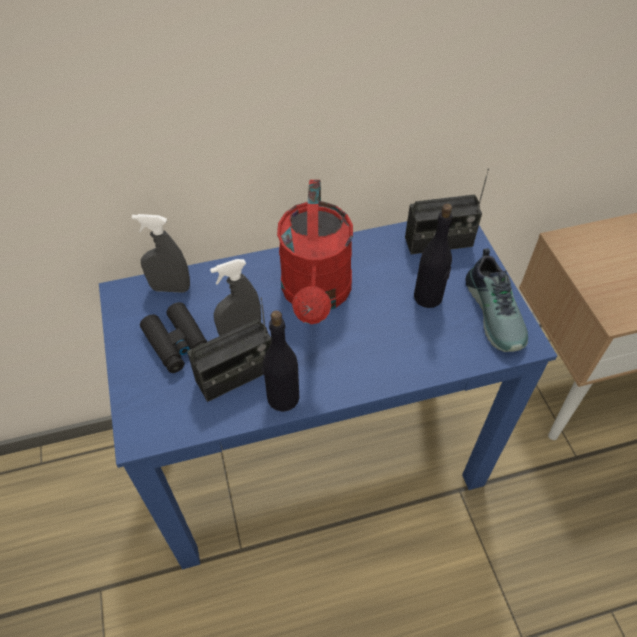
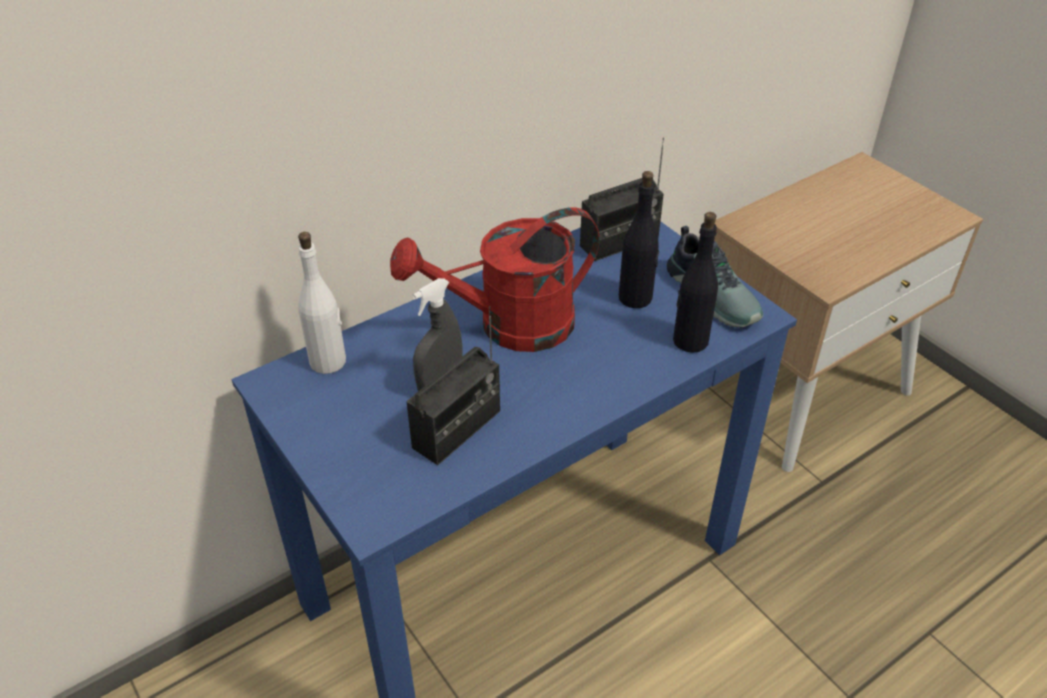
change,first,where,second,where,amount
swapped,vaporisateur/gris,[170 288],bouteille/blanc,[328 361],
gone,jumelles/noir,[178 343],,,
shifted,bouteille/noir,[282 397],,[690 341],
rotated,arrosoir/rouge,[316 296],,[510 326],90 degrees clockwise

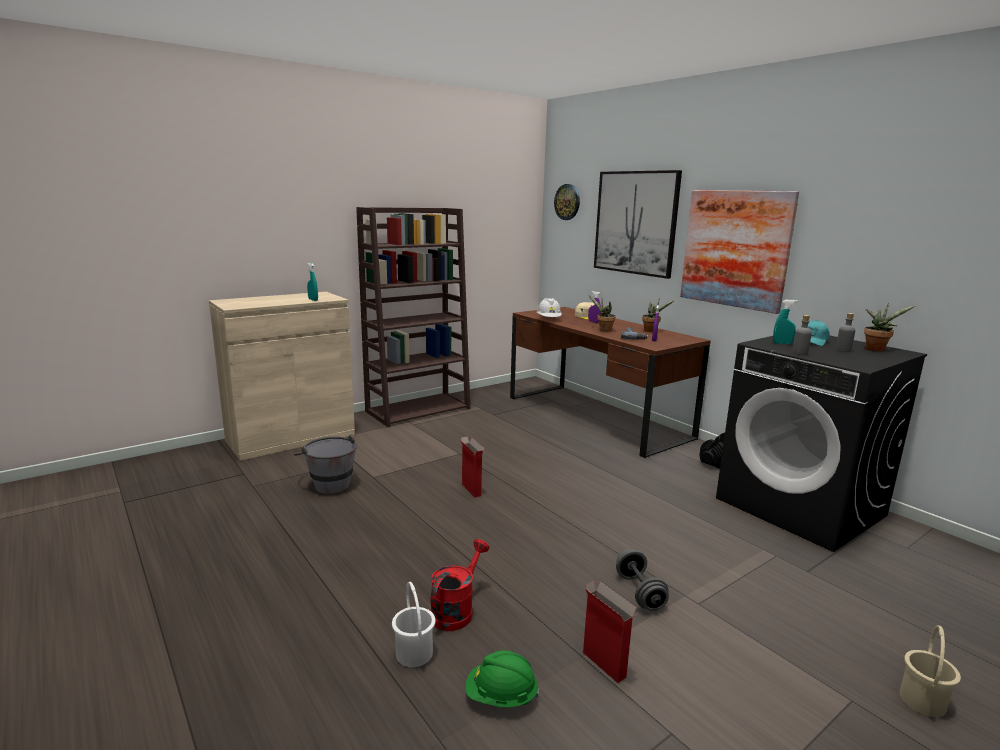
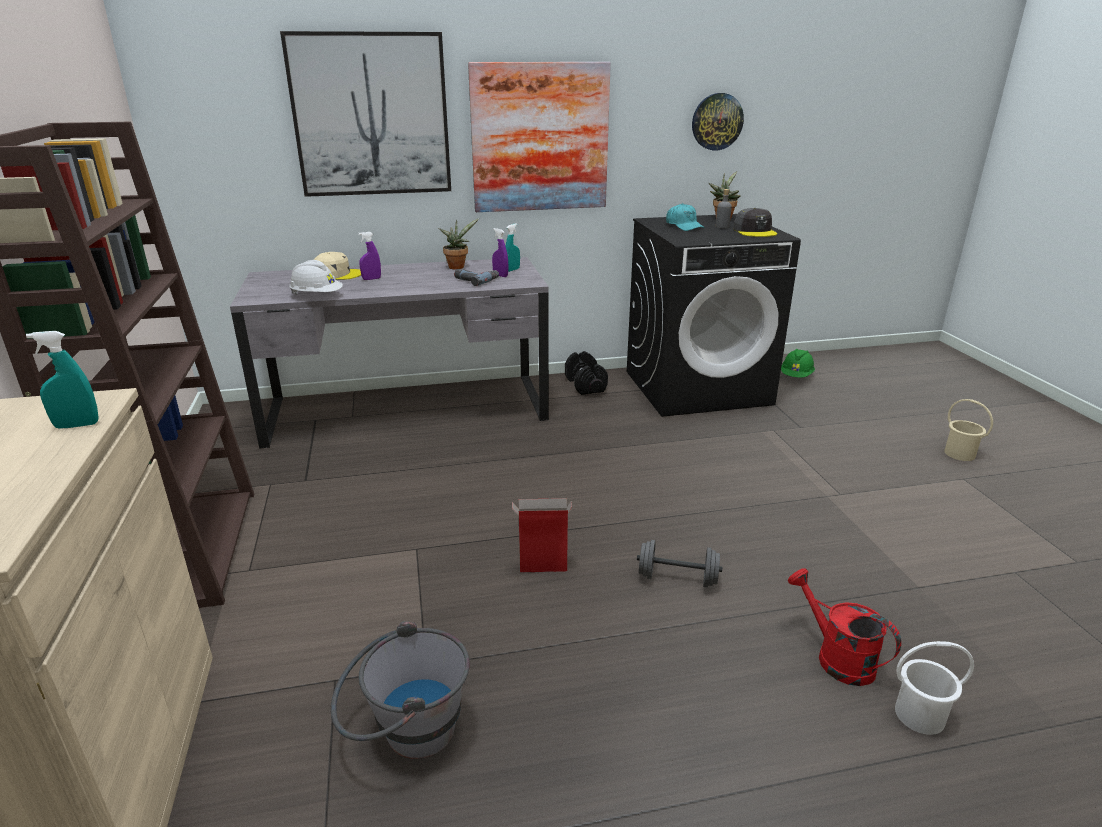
change,first,where,second,where,amount
shifted,casque de chantier/vert,[501 697],,[796 376],
repainted,bureau/marron,[595 417],bureau/gris,[407 409],
shifted,horloge murale,[567 202],,[717 121],
gone,carton,[605 665],,,
gone,plante en pot,[603 330],,,
shifted,haltère/gris,[639 592],,[677 578],
shifted,vaporisateur/turquoise,[782 343],,[512 270],
gone,bouteille/gris,[799 353],,,
new,,,casquette/gris,[755 231],

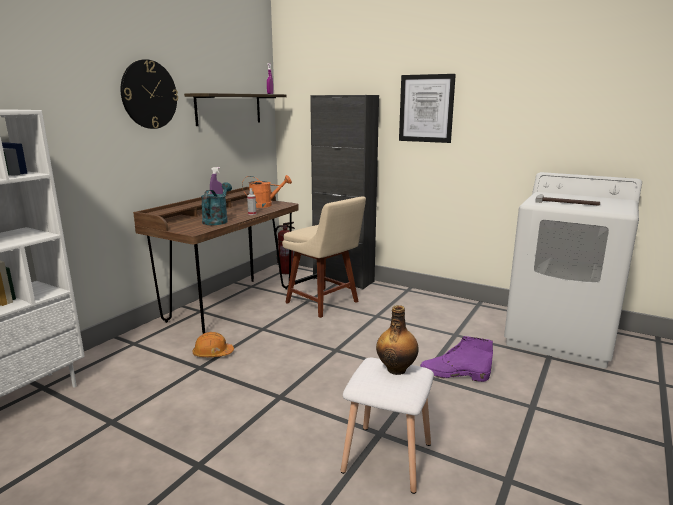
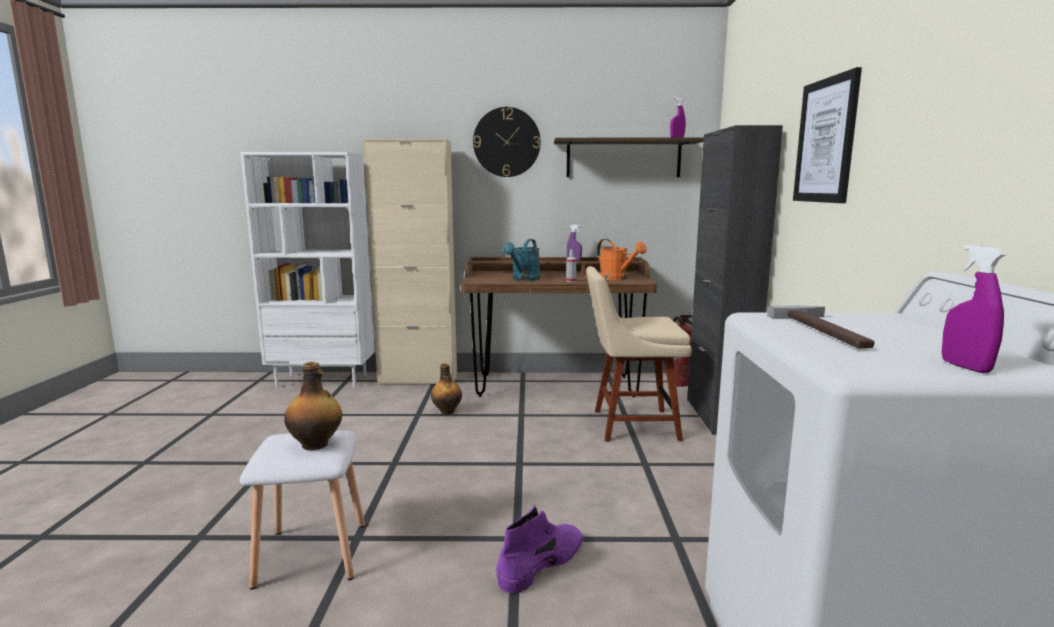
change,first,where,second,where,amount
swapped,casque de chantier/orange,[213 353],bouteille,[447 411],
rotated,arrosoir/turquoise,[217 220],,[523 279],135 degrees clockwise
rotated,chaise/beige,[324 303],,[630 425],75 degrees clockwise
rotated,botte/violet,[453 374],,[542 563],60 degrees clockwise
new,,,meuble de rangement/beige,[418 379],
new,,,vaporisateur/violet,[965 367],

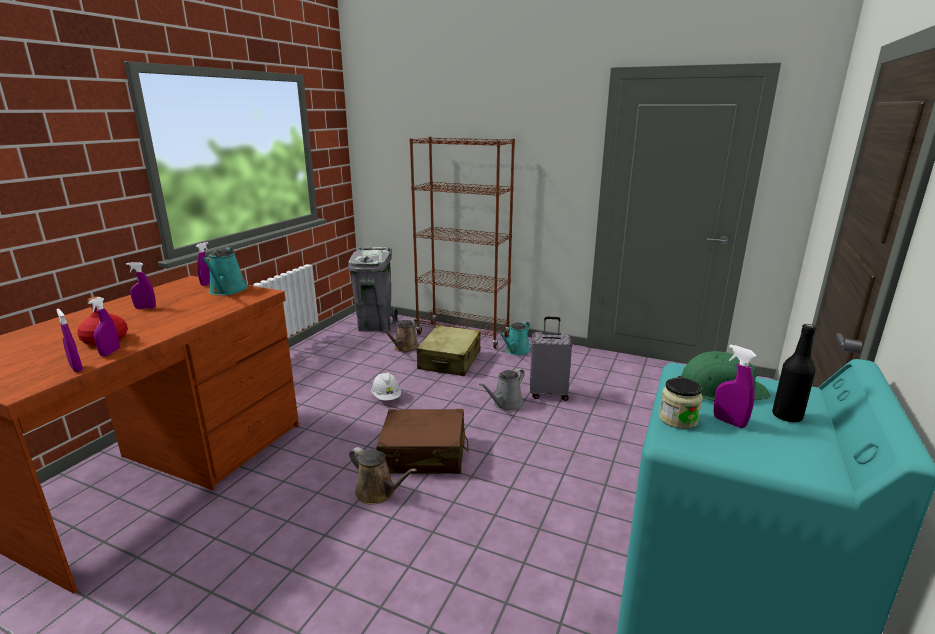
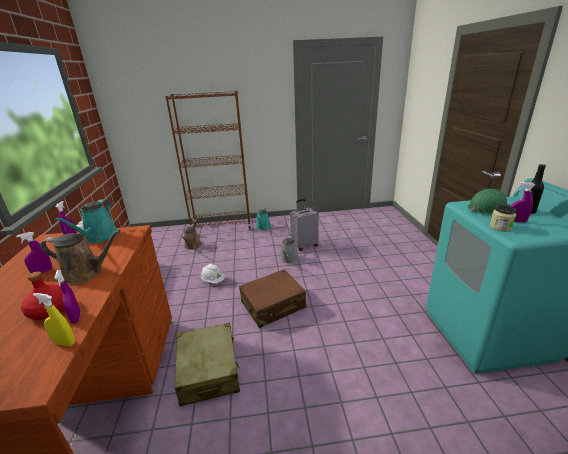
change,first,where,second,where,amount
repainted,vaporisateur/violet,[76 368],vaporisateur/jaune,[64 343],
rotated,arrosoir/turquoise,[227 291],,[99 237],45 degrees clockwise
gone,poubelle/gris,[375 326],,,
shifted,arrosoir/marron,[378 493],,[85 273],
shifted,valise/beige,[450 360],,[209 370],

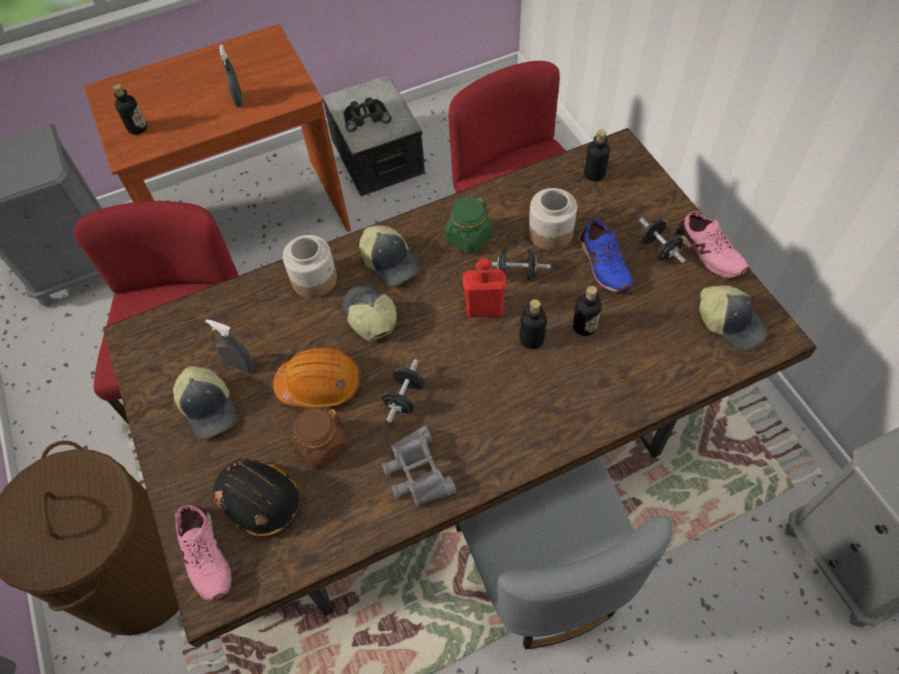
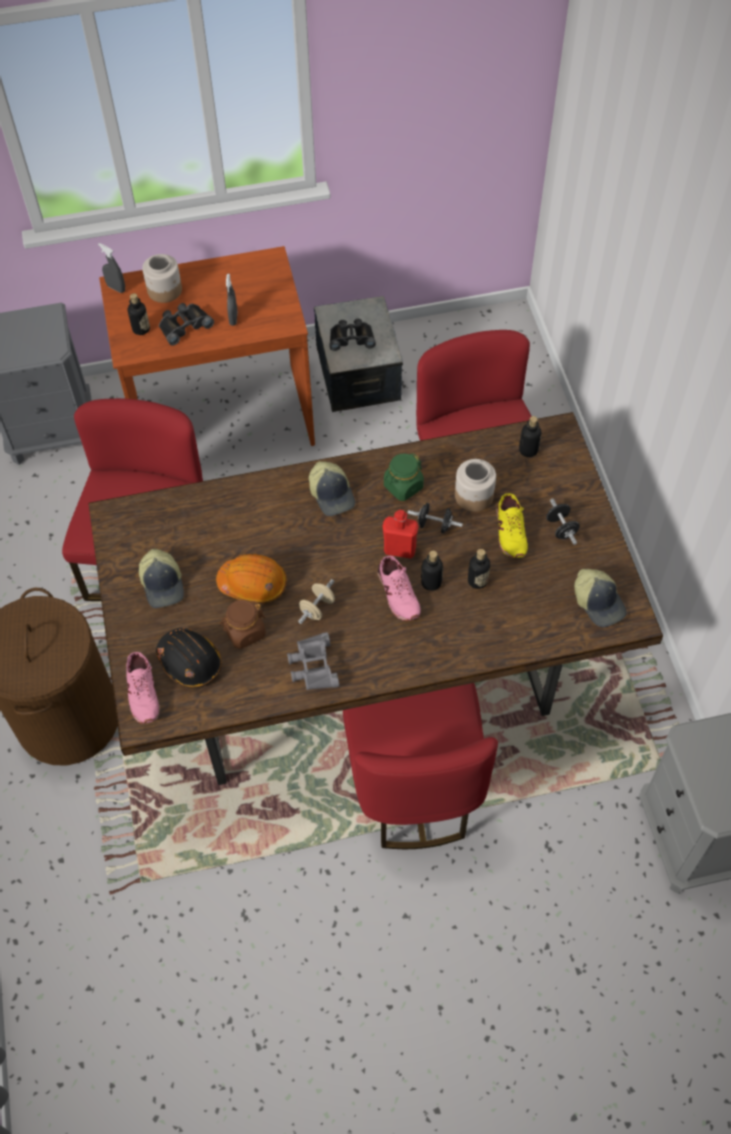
change,first,where,second,where,amount
shifted,vaporisateur/gris,[240 366],,[116 288],
shifted,bocal,[315 279],,[165 290],
gone,casquette,[369 316],,,
repainted,haltère/noir,[404 398],haltère/beige,[317 608],
repainted,chaise/gris,[541 567],chaise/rouge,[413 786],
repainted,chaussure/bleu,[603 264],chaussure/jaune,[510 531],
shifted,chaussure/rose,[707 253],,[397 594],
new,,,jumelles/noir,[184 325],

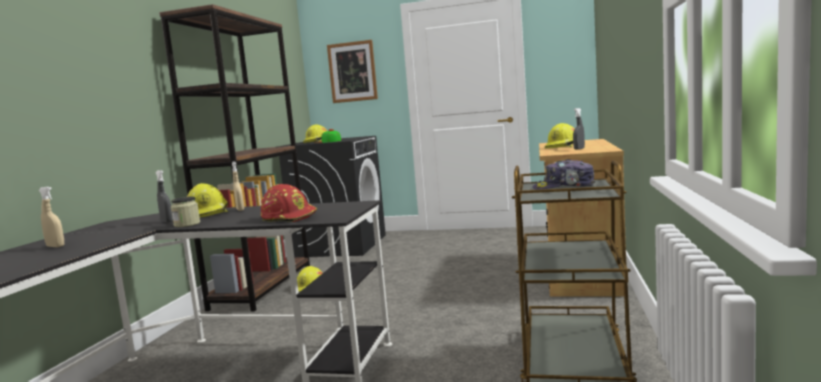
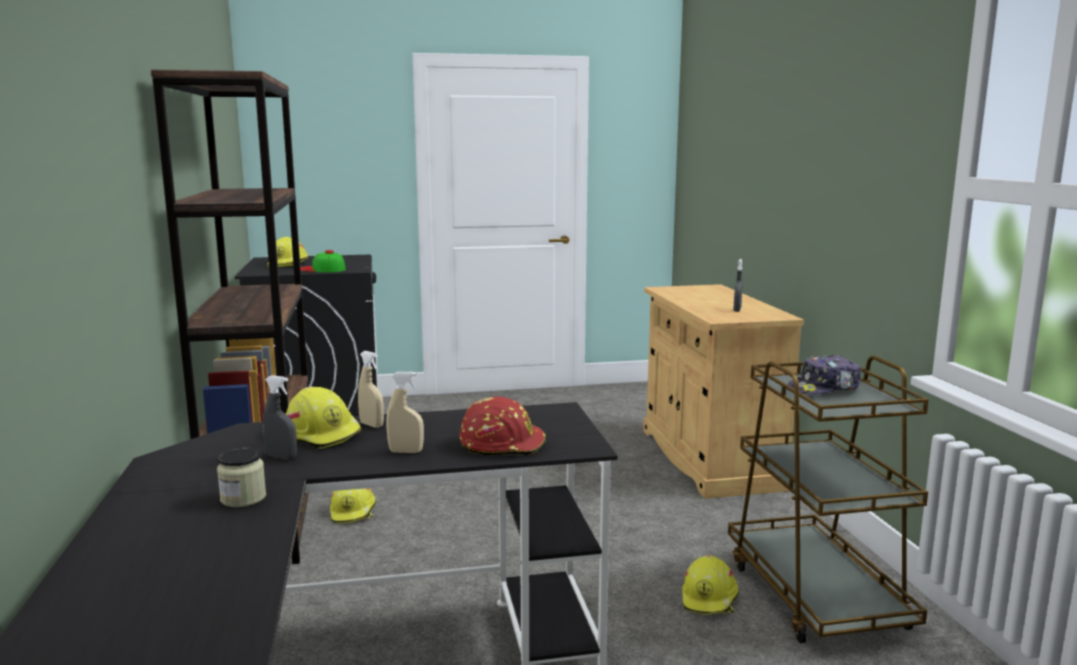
change,first,where,second,where,amount
shifted,vaporisateur/beige,[55 246],,[406 451],
shifted,bocal,[187 224],,[243 498],
gone,tableau,[352 72],,,
shifted,casque de chantier/jaune,[563 146],,[710 599],

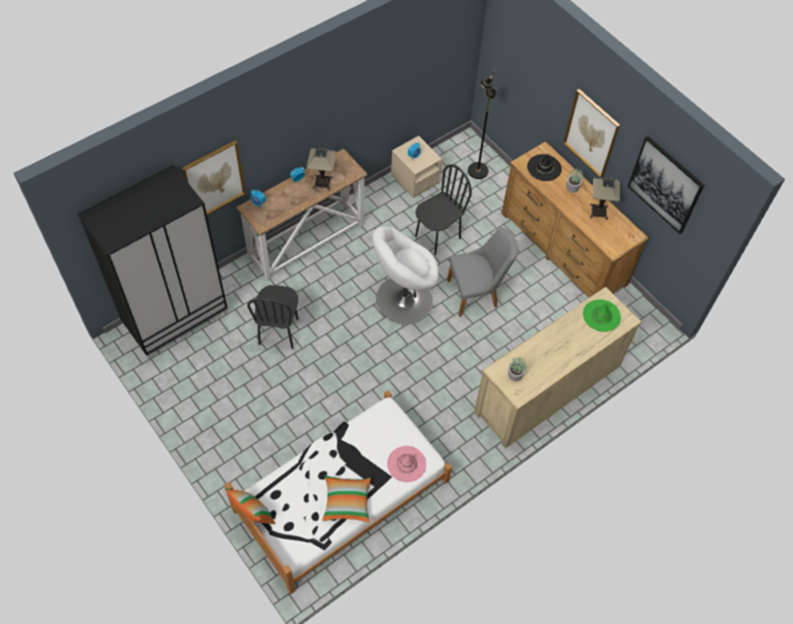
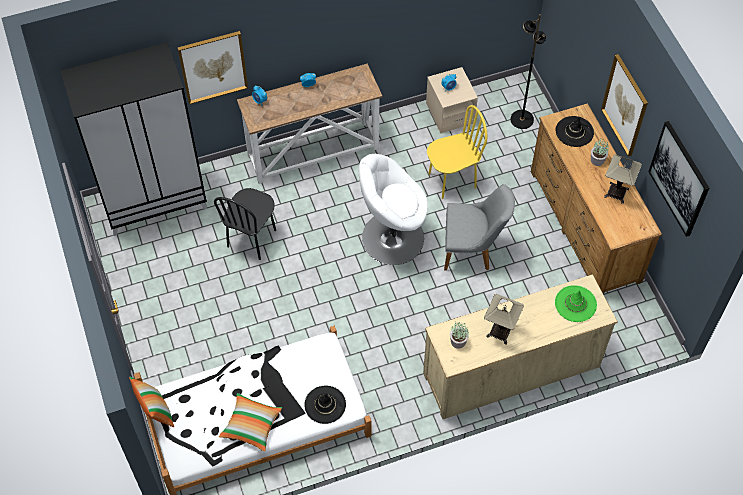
change,first,where,second,where,amount
shifted,lampe de table,[322 182],,[500 332],
repainted,chapeau/rose,[406 464],chapeau/noir,[325 404],
repainted,chaise/noir,[437 236],chaise/jaune,[452 180],

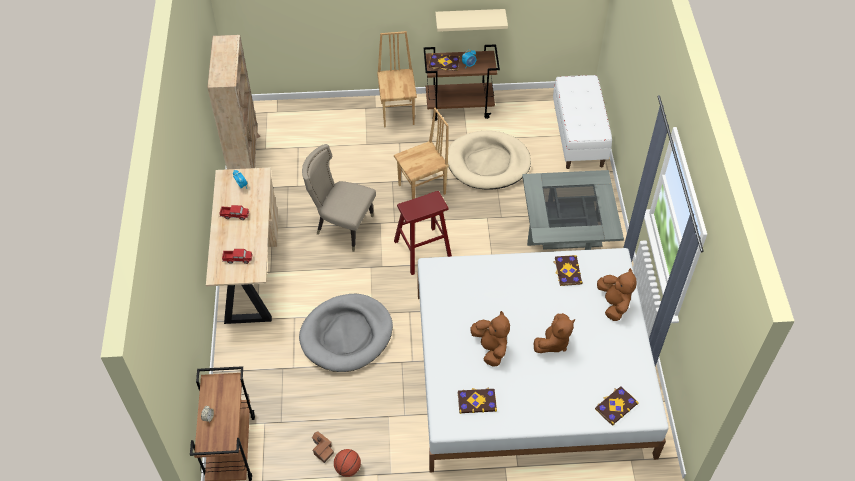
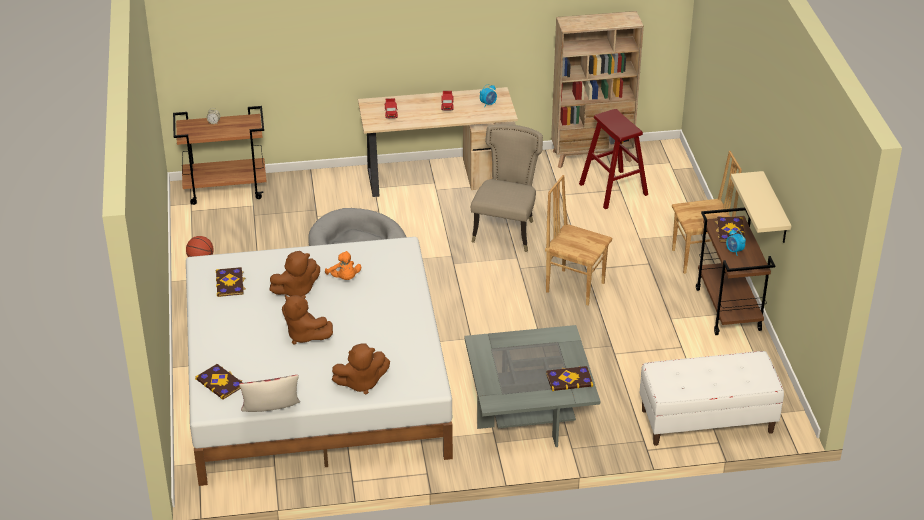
change,first,where,second,where,amount
gone,maison miniature,[321 449],,,
rotated,chaise/marron,[422 190],,[575 286],150 degrees clockwise
shifted,tabouret/rouge,[423 250],,[613 189],
gone,panier pour chien/beige,[488 163],,,
shifted,livre,[567 271],,[569 379],
new,,,coussin,[271 411],
new,,,peluche/orange,[344 278],

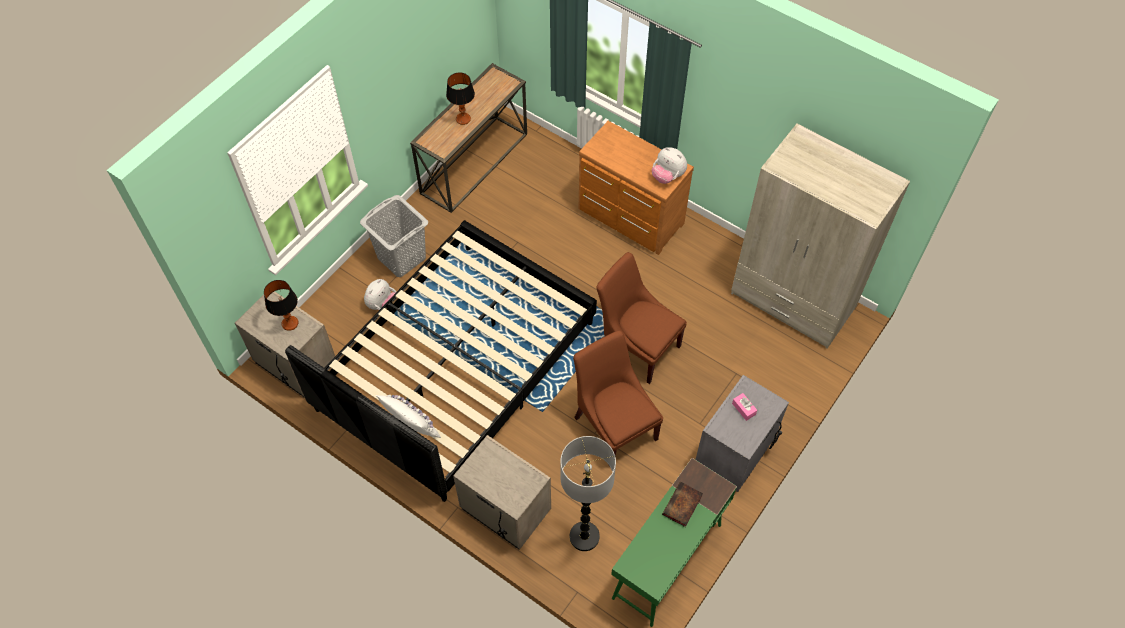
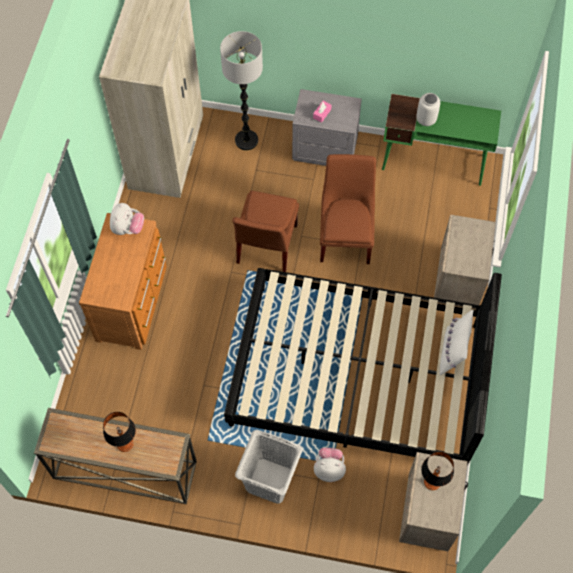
change,first,where,second,where,amount
shifted,lampadaire,[584 537],,[246 140],
rotated,chaise/marron,[614 424],,[346 235],150 degrees clockwise
swapped,livre,[682 506],vase/gris,[426 119],

